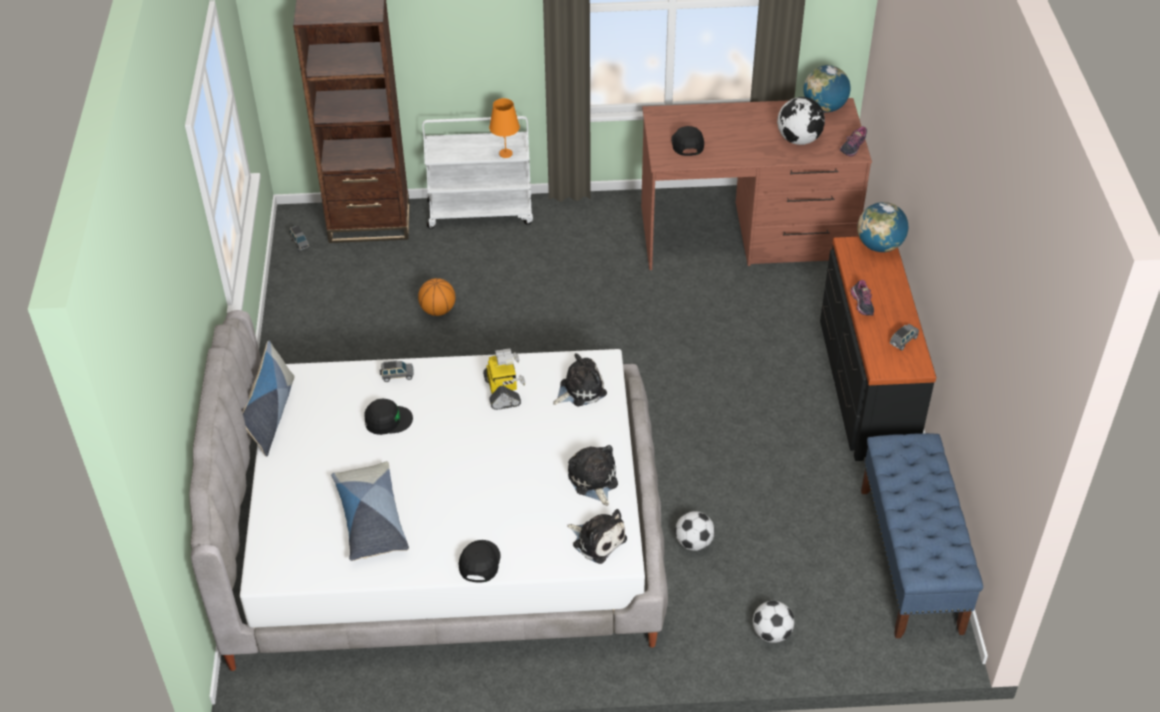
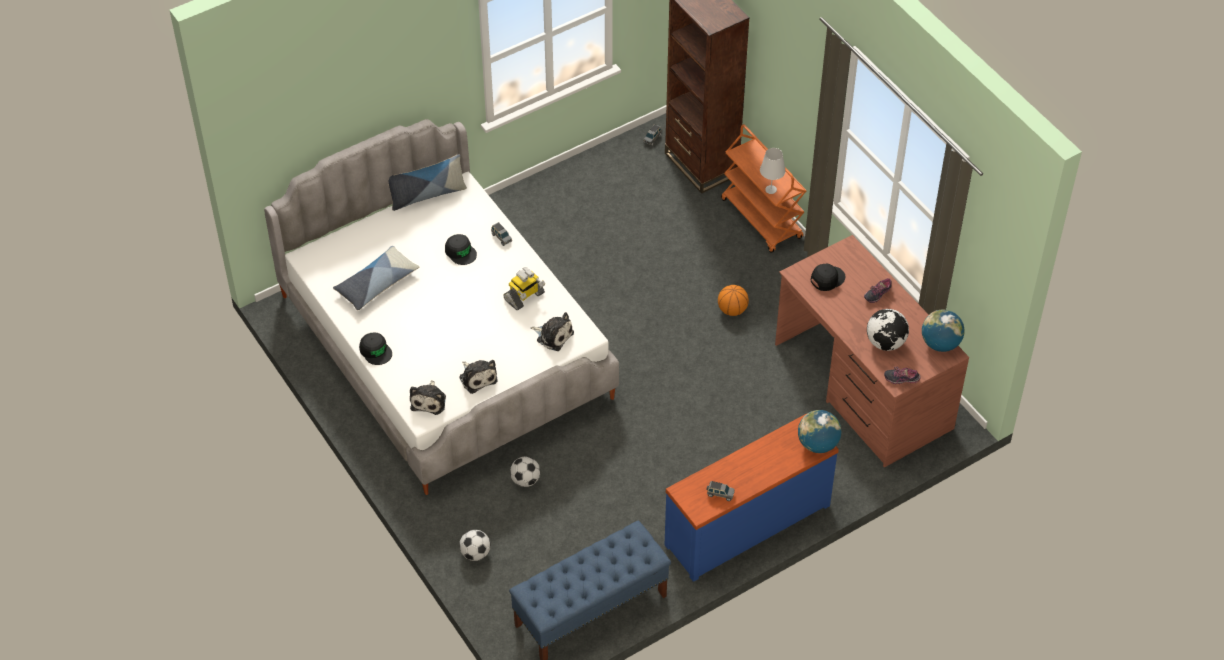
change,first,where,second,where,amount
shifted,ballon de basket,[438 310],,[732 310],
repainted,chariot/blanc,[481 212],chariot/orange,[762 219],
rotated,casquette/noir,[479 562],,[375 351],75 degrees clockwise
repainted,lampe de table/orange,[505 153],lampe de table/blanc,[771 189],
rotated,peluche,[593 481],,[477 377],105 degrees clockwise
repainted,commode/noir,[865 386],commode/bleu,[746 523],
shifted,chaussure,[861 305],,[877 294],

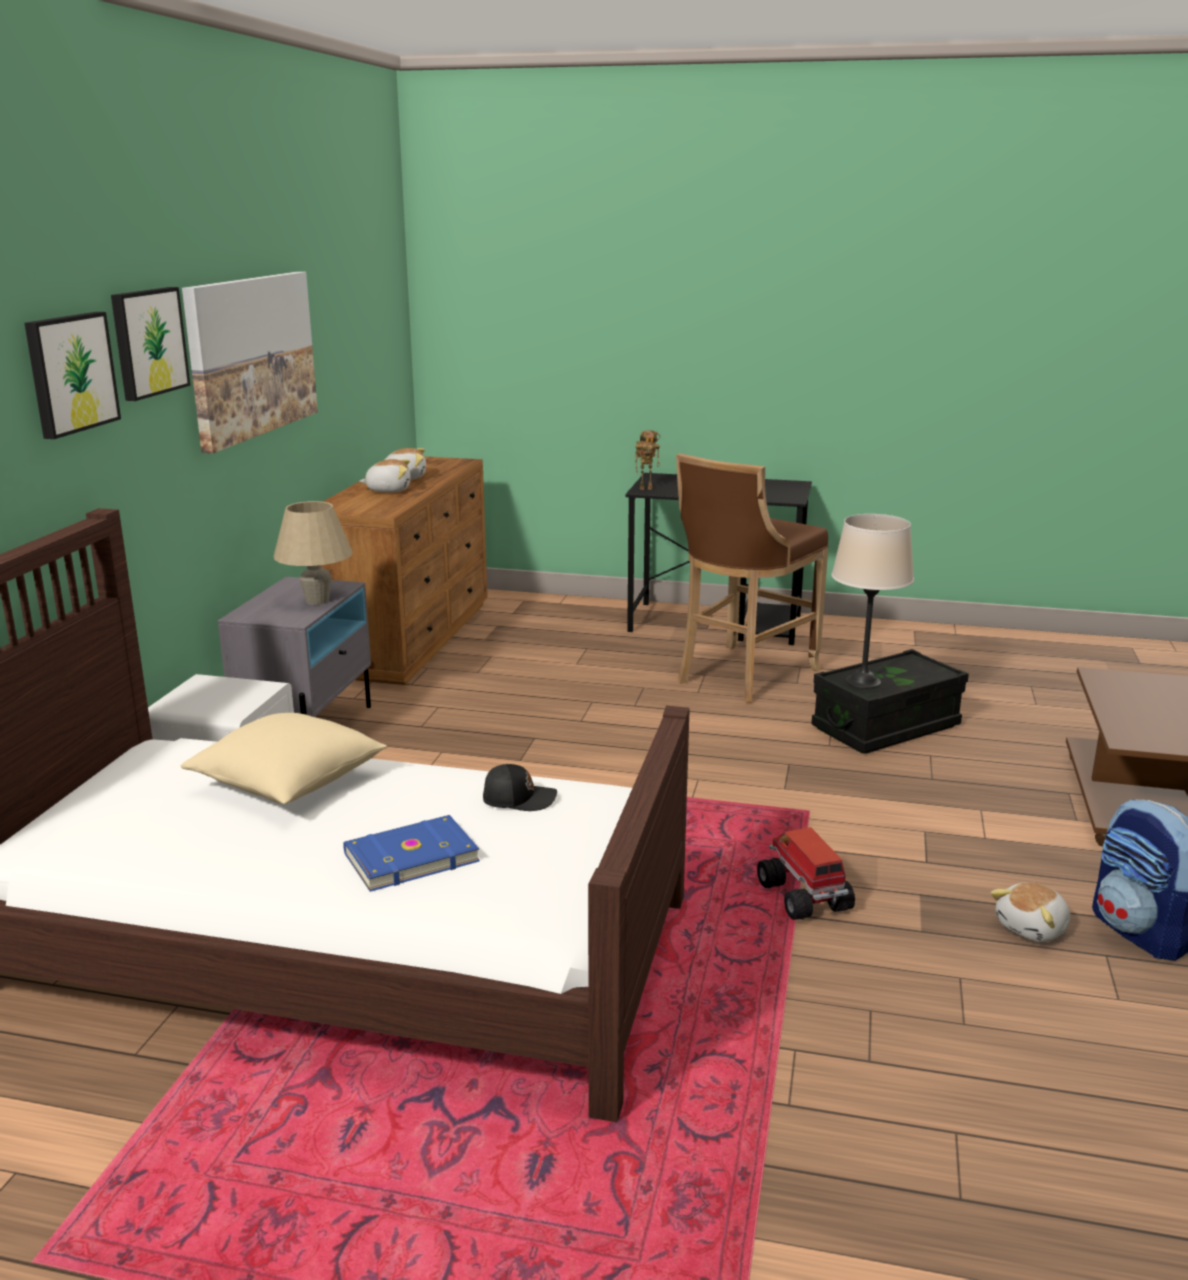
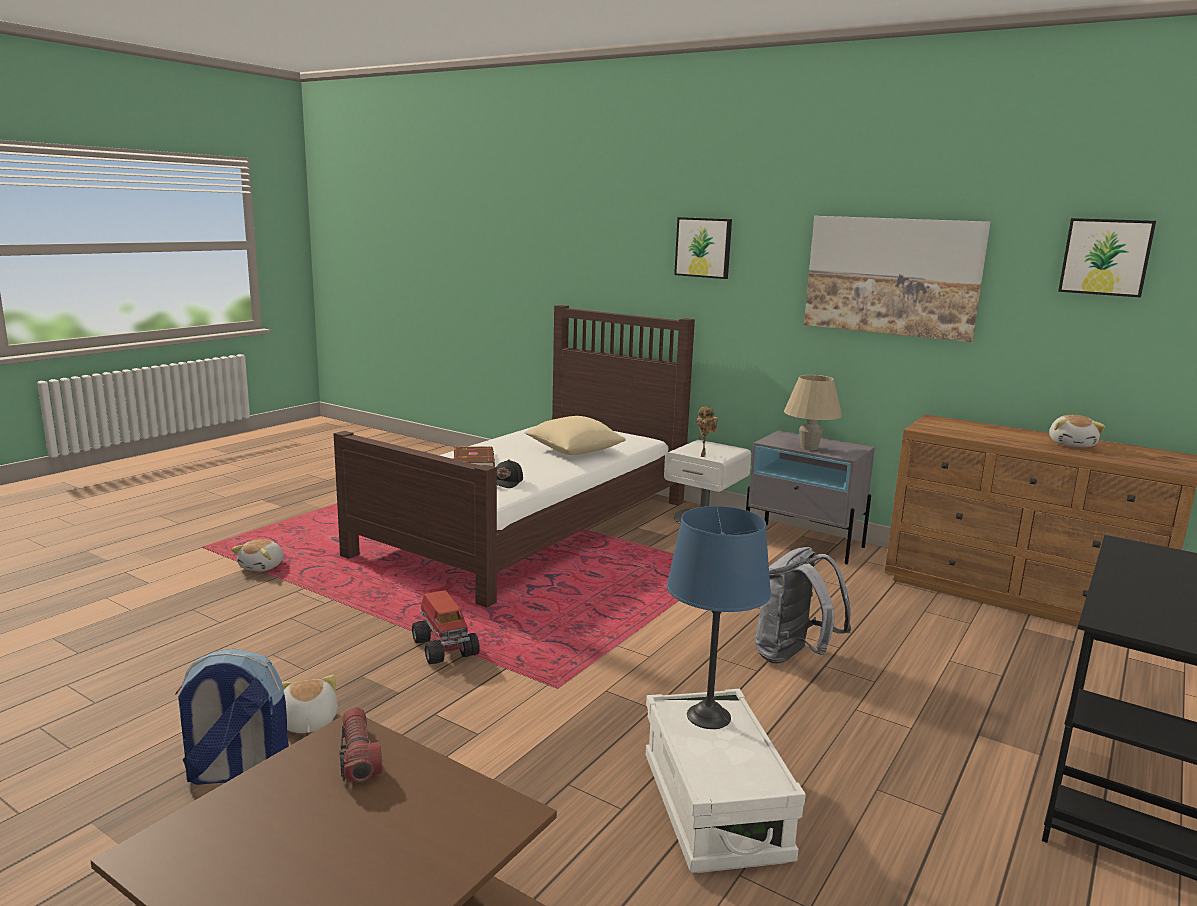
change,first,where,second,where,amount
shifted,tableau,[147 342],,[1106 257],
repainted,livre/bleu,[409 857],livre/marron,[475 461],
shifted,peluche,[388 490],,[263 566],
shifted,robot jouet,[646 488],,[704 455],
gone,tabouret/marron,[741 676],,,
rotated,camion jouet,[804 898],,[444 647],60 degrees clockwise
repainted,boîte de rangement/noir,[886 727],boîte de rangement/blanc,[714 808],
repainted,lampe de table/beige,[863 682],lampe de table/bleu,[708 717],
new,,,lampe de poche,[358 755],
new,,,sac à dos/gris,[793 657],

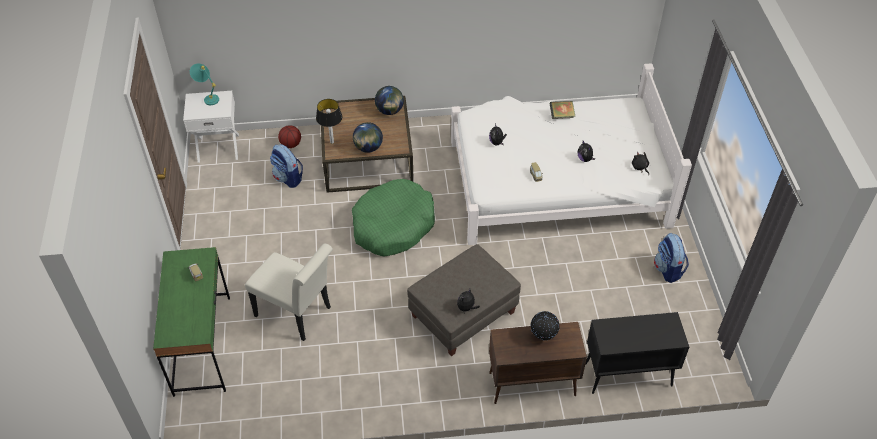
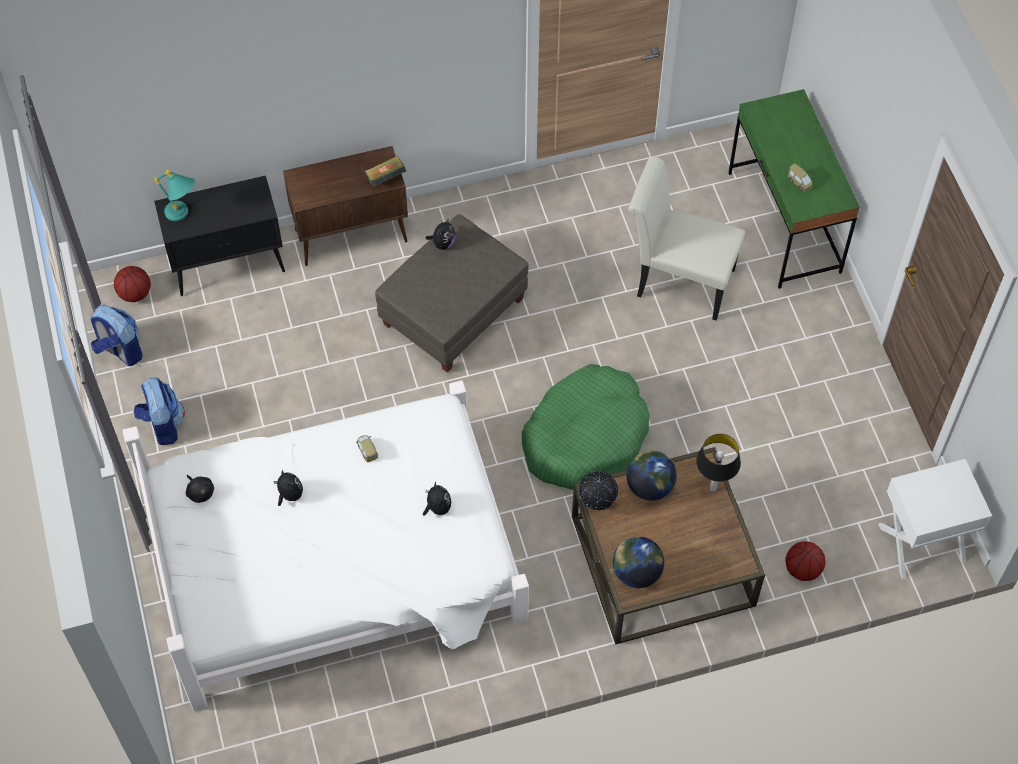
change,first,where,second,where,amount
shifted,lampe de table/turquoise,[208 97],,[183 215],
shifted,sac à dos,[288 178],,[120 350],
shifted,globe,[543 336],,[597 501],
shifted,livre,[561 115],,[386 179],
new,,,ballon de basket,[134 293],

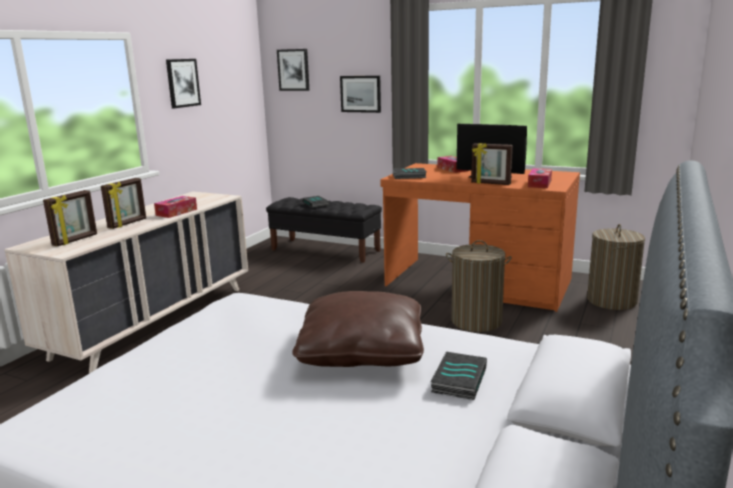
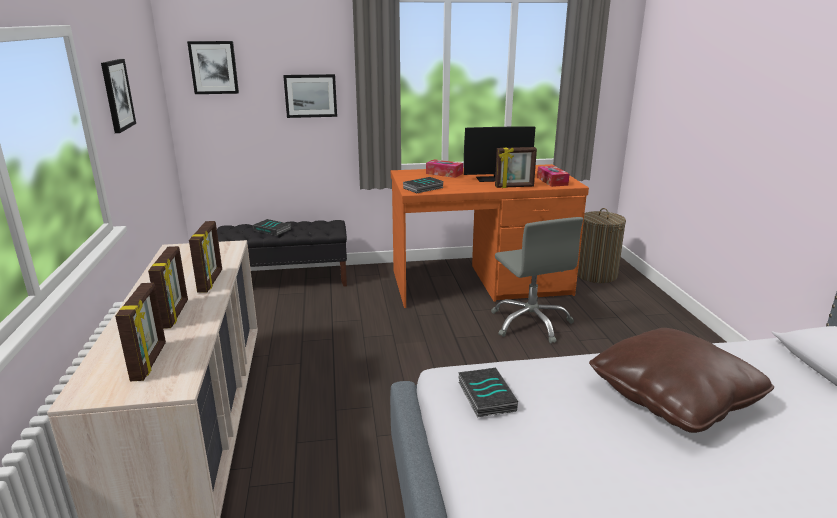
change,first,where,second,where,amount
swapped,boîte à mouchoirs,[176 212],cadre photo,[211 281],
shifted,livre,[458 379],,[485 396],
swapped,panier à linge,[476 321],chaise de bureau/gris,[531 323],

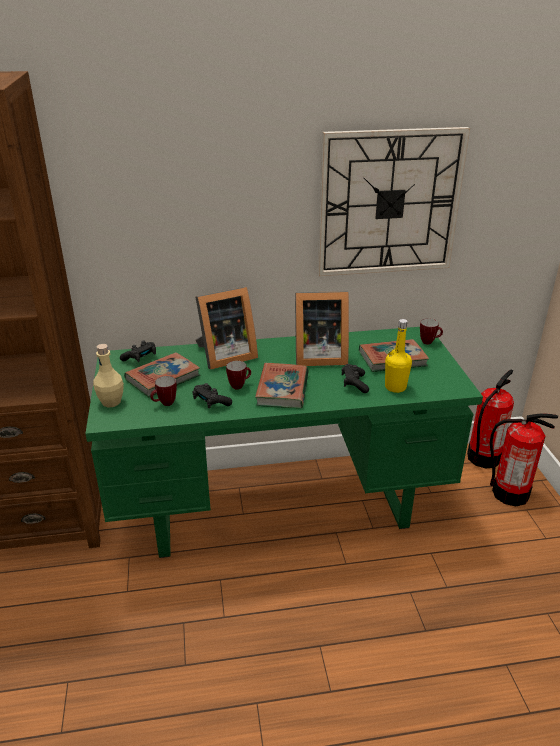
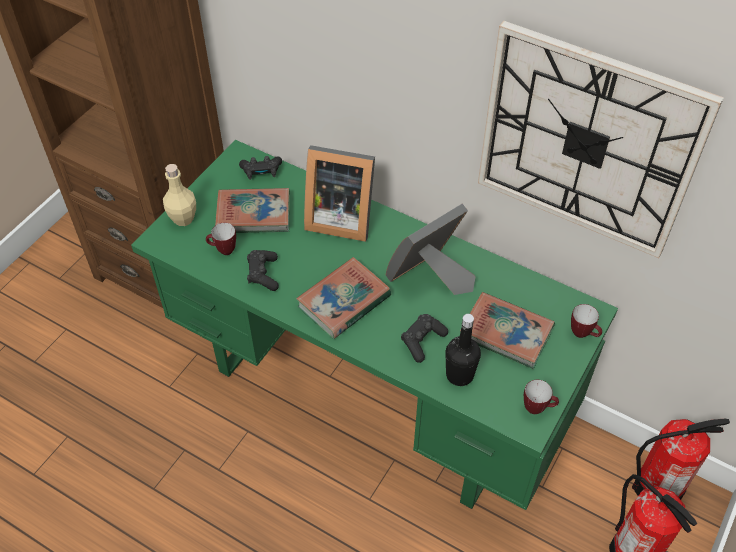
change,first,where,second,where,amount
shifted,mug,[239 385],,[537 408],
rotated,cadre photo,[317 356],,[430 277],105 degrees clockwise
repainted,bouteille/jaune,[395 387],bouteille/noir,[459 375],

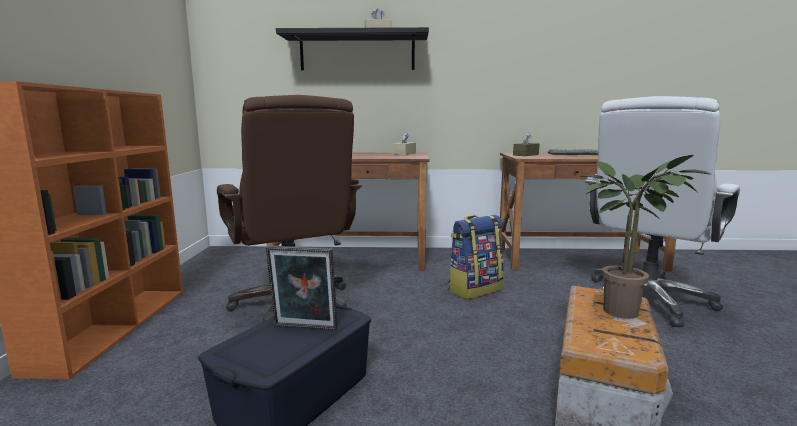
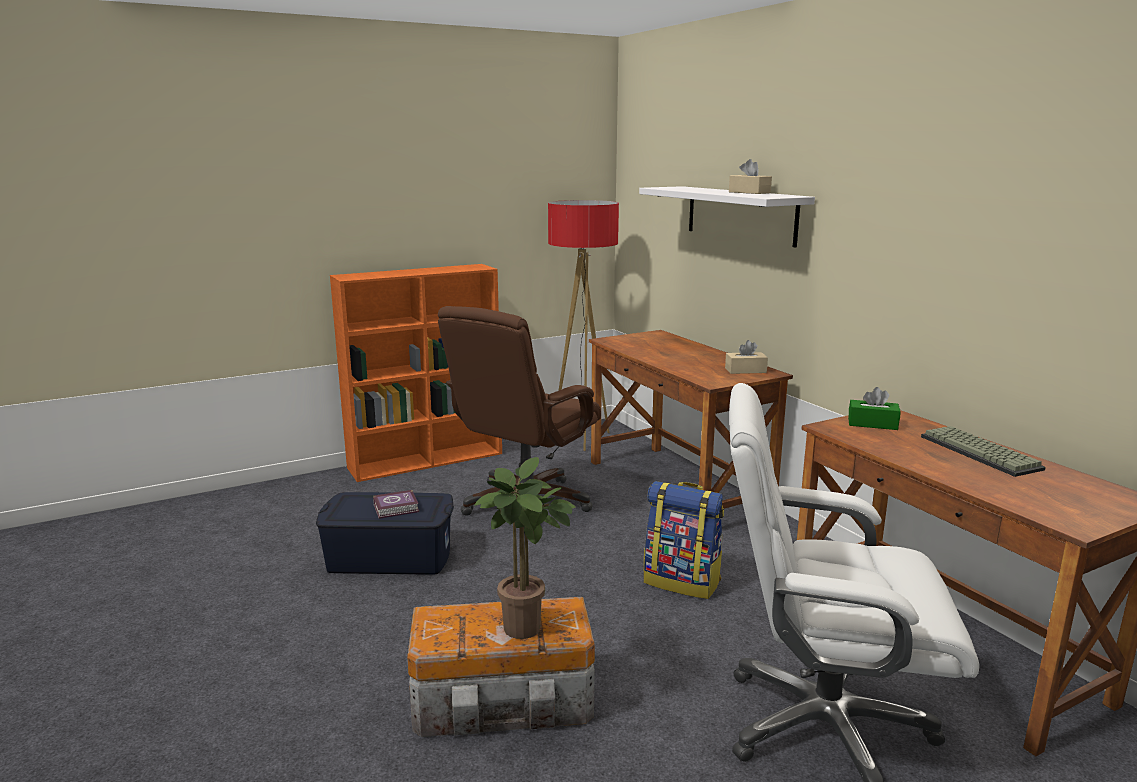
change,first,where,second,where,amount
swapped,cadre photo,[304 328],livre,[397 508],
repainted,étagère/noir,[357 52],étagère/blanc,[740 214],
repainted,boîte à mouchoirs/marron,[525 155],boîte à mouchoirs/vert,[872 424],
new,,,lampadaire,[581 439],

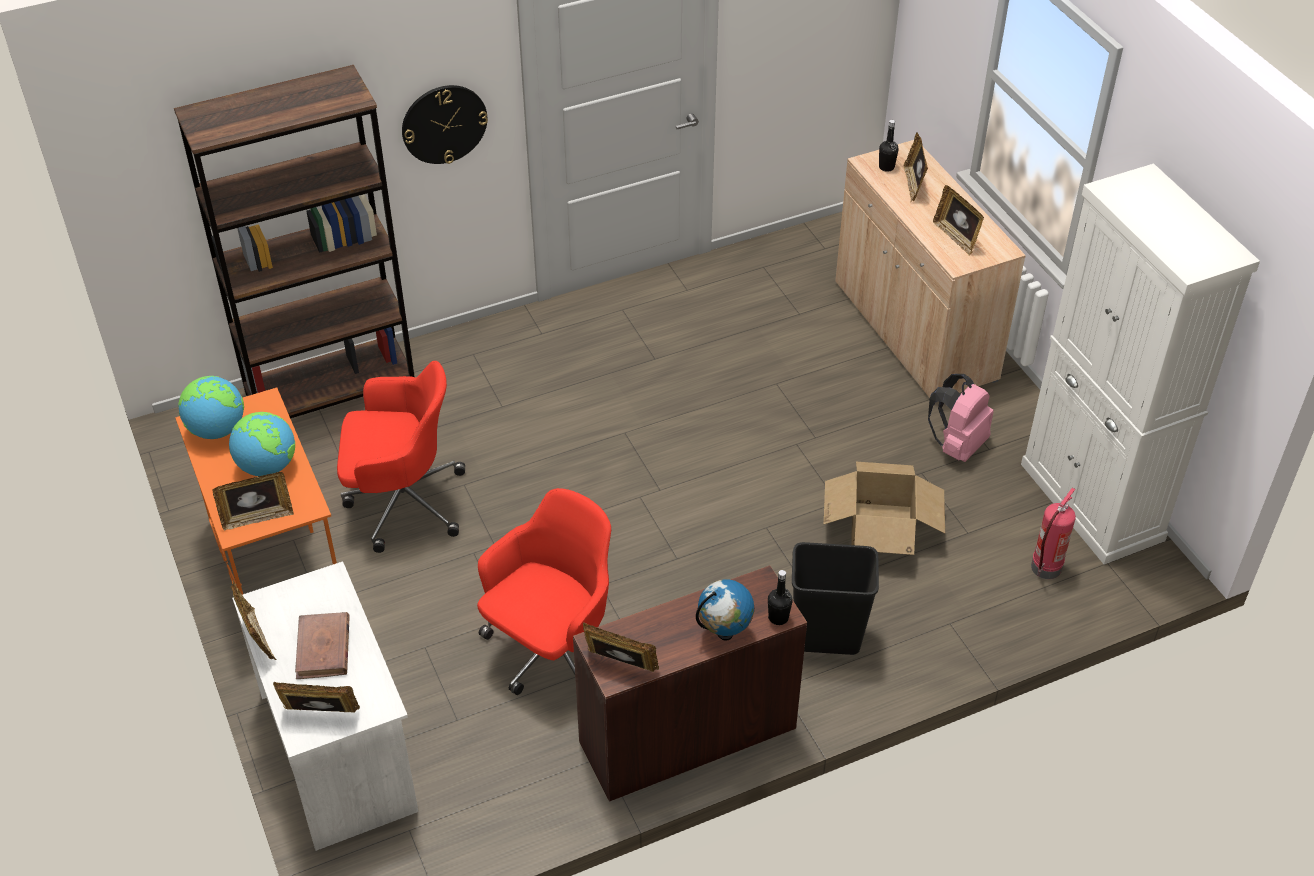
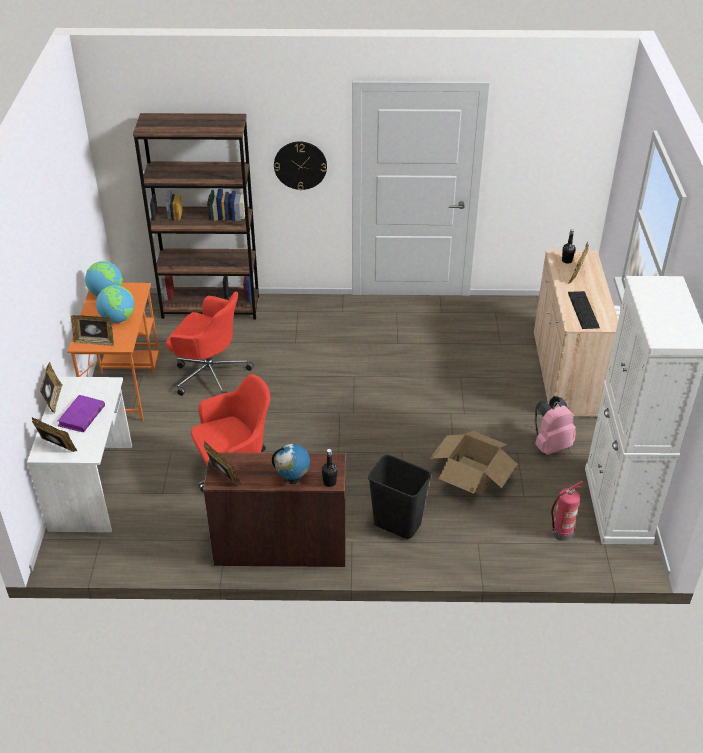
change,first,where,second,where,amount
repainted,livre/marron,[323 648],livre/violet,[81 416],
swapped,cadre photo,[956 237],clavier,[583 310],

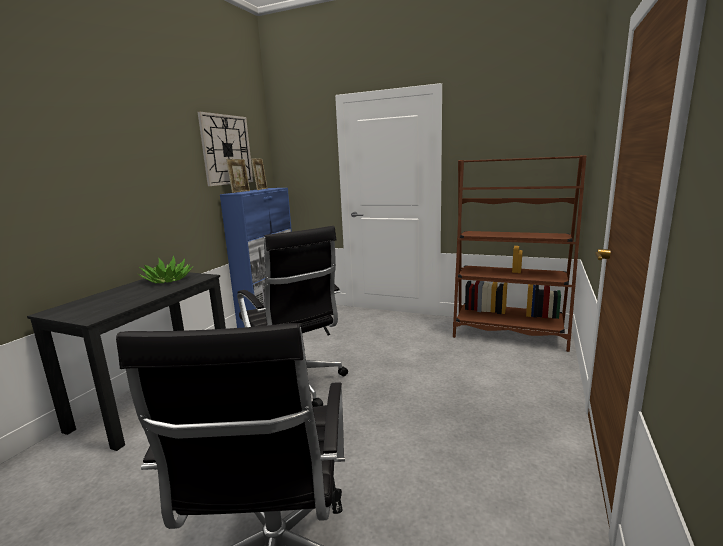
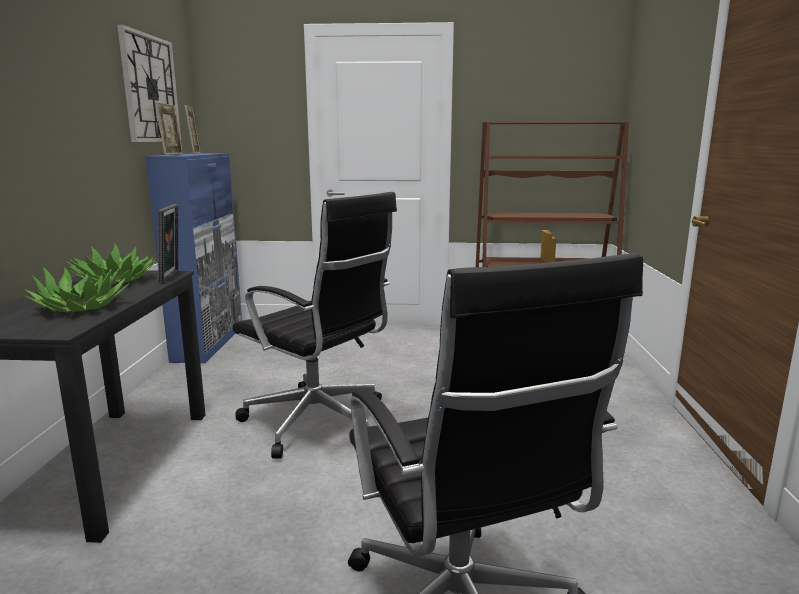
change,first,where,second,where,amount
new,,,plante en pot,[81 306],
new,,,cadre photo,[172 276],

